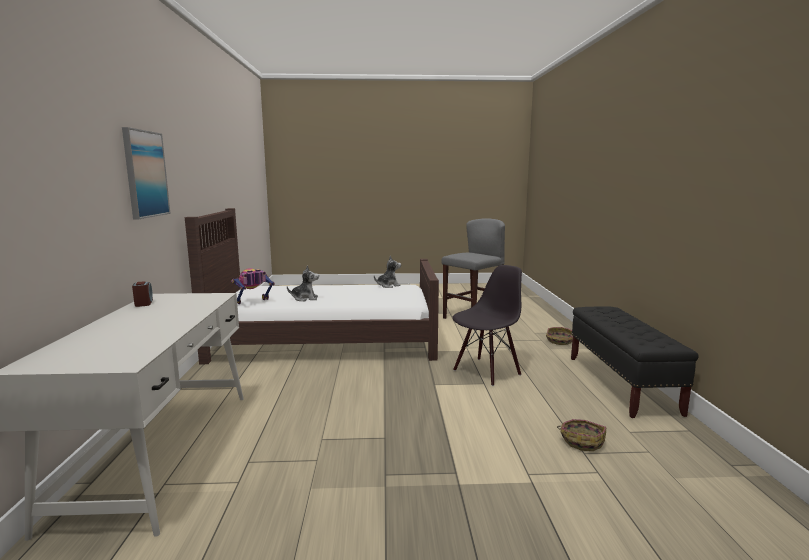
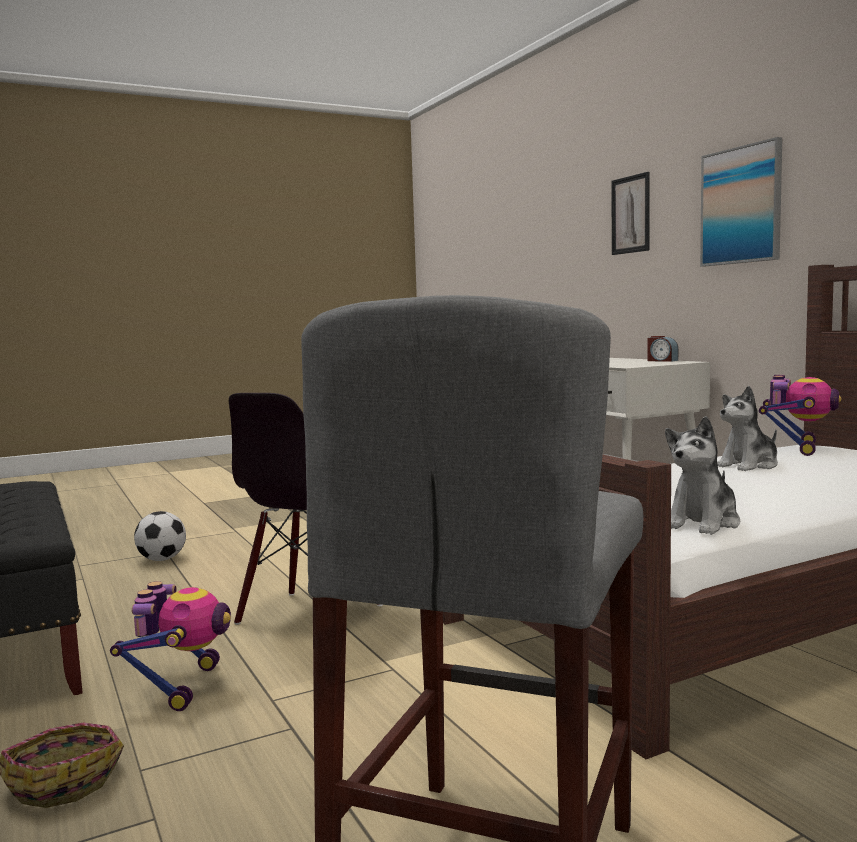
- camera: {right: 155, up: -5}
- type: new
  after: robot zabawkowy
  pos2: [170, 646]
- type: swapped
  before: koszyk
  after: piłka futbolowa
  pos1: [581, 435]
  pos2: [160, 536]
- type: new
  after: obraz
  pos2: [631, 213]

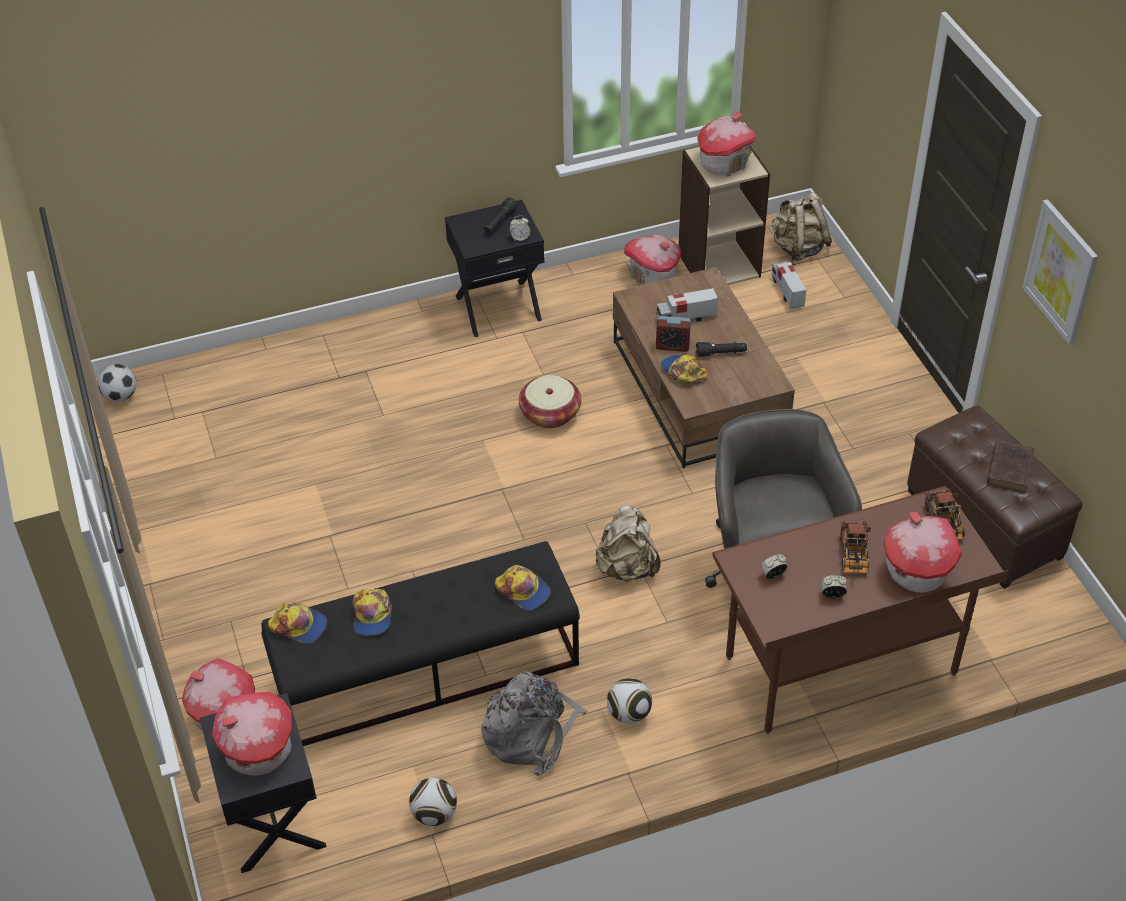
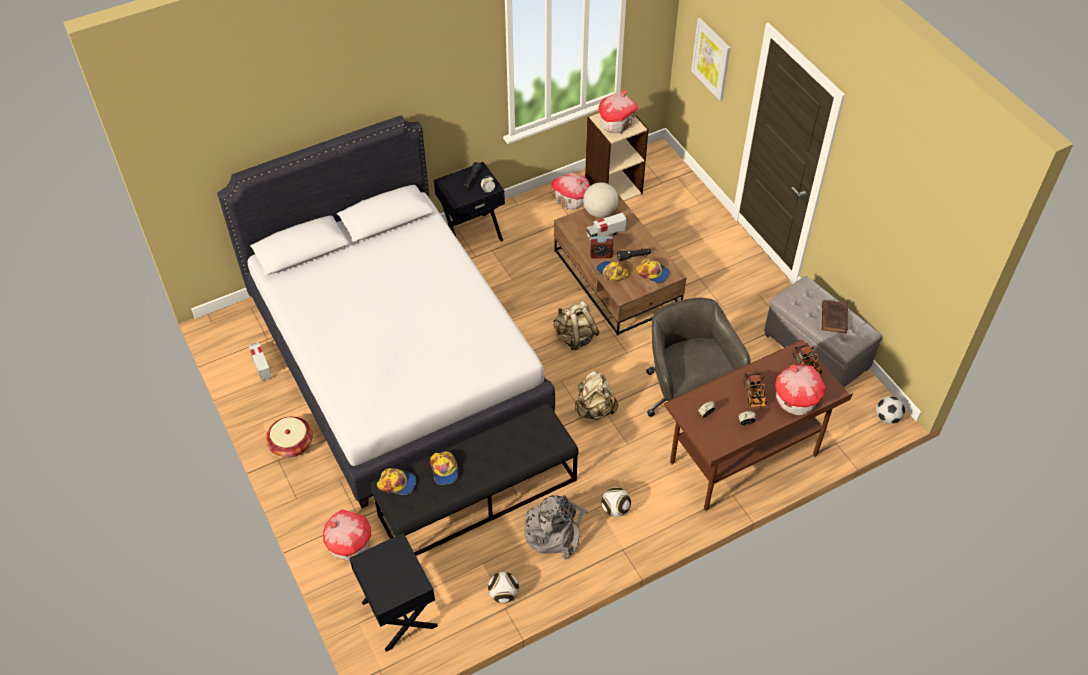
- camera: {right: -10, up: 5}
- type: new
  after: łóżko [biały]
  pos2: [386, 311]
- type: shifted
  before: ciężarówka zabawkowa
  pos1: [789, 285]
  pos2: [260, 361]
- type: shifted
  before: koszyk
  pos1: [550, 401]
  pos2: [289, 436]
- type: shifted
  before: plecak [beżowy]
  pos1: [802, 226]
  pos2: [576, 325]
- type: new
  after: globus
  pos2: [600, 200]
- type: shifted
  before: czapka z daszkiem
  pos1: [523, 588]
  pos2: [653, 271]
- type: shifted
  before: obraz
  pos1: [1060, 272]
  pos2: [710, 59]
- type: repainted
  before: pufa [brązowy]
  after: pufa [szary]
  pos1: [994, 497]
  pos2: [823, 331]
- type: shifted
  before: piłka futbolowa
  pos1: [117, 383]
  pos2: [890, 410]
- type: gone
  before: domek
  pos1: [252, 734]

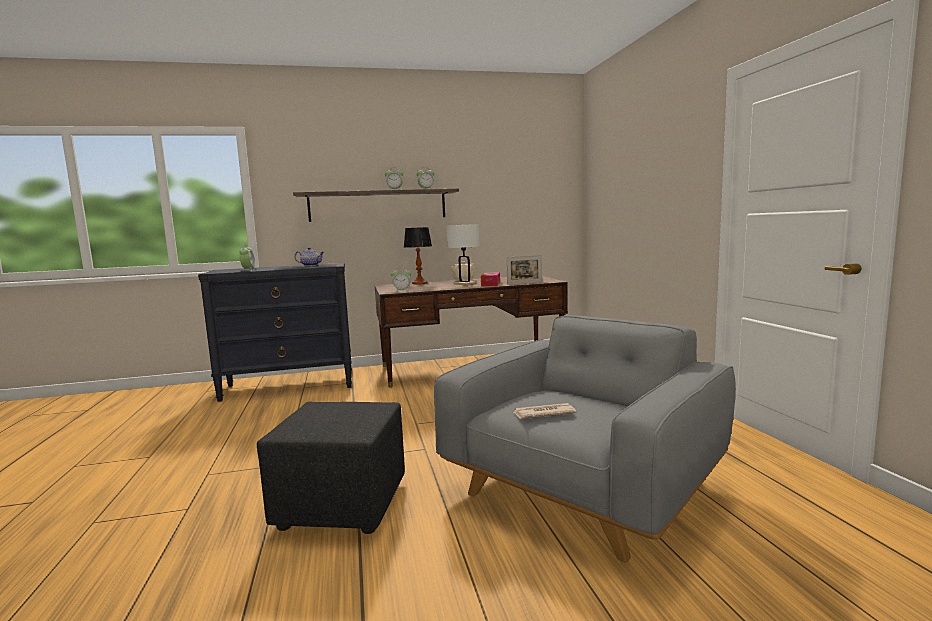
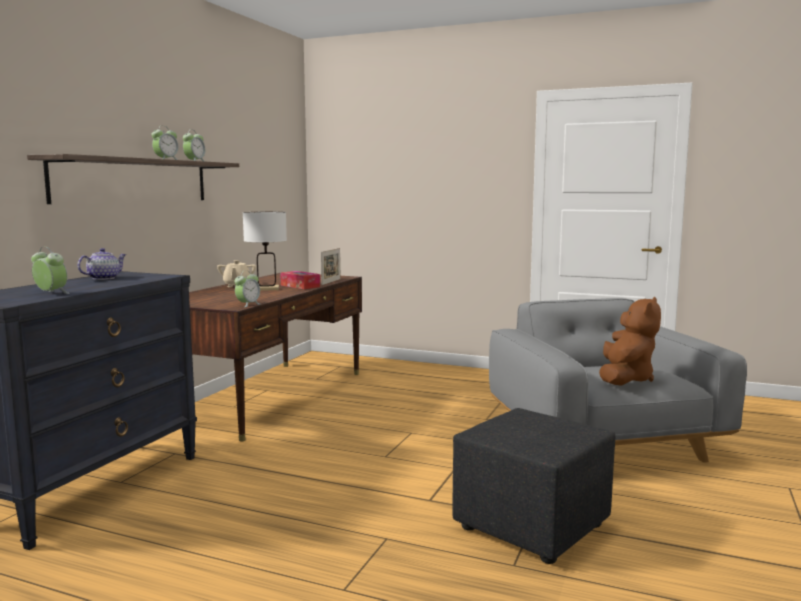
- camera: {right: -55, up: 0}
- type: swapped
  before: gazeta
  after: pluszak [brązowy]
  pos1: [544, 411]
  pos2: [630, 341]
- type: gone
  before: lampa stołowa
  pos1: [418, 255]

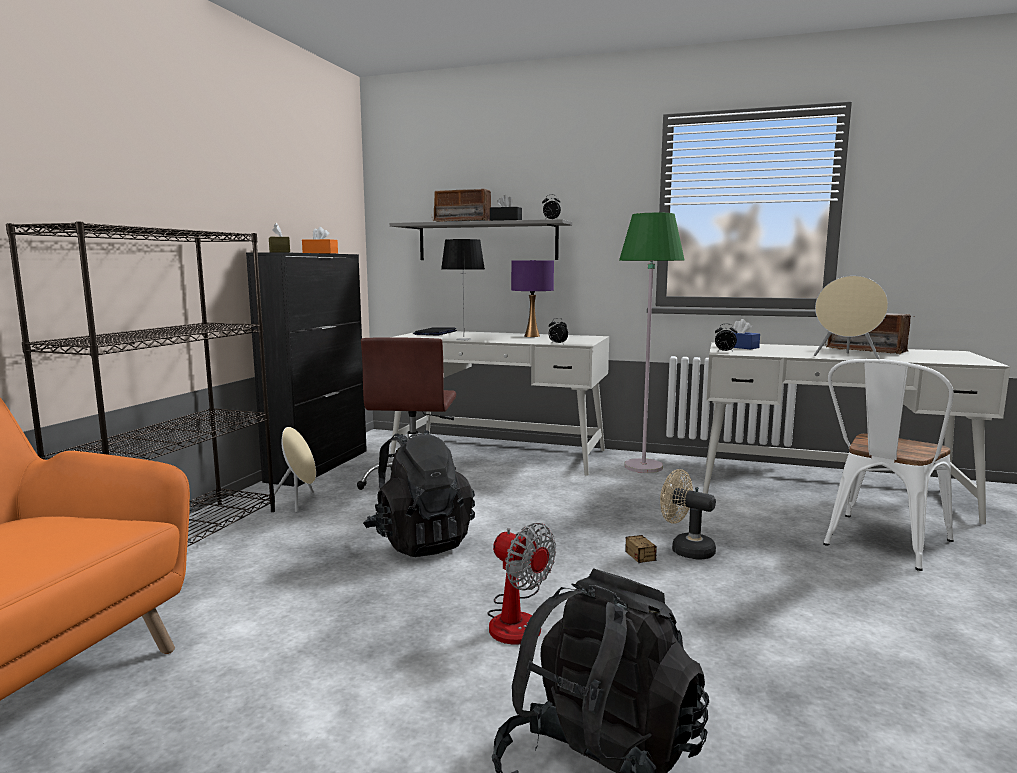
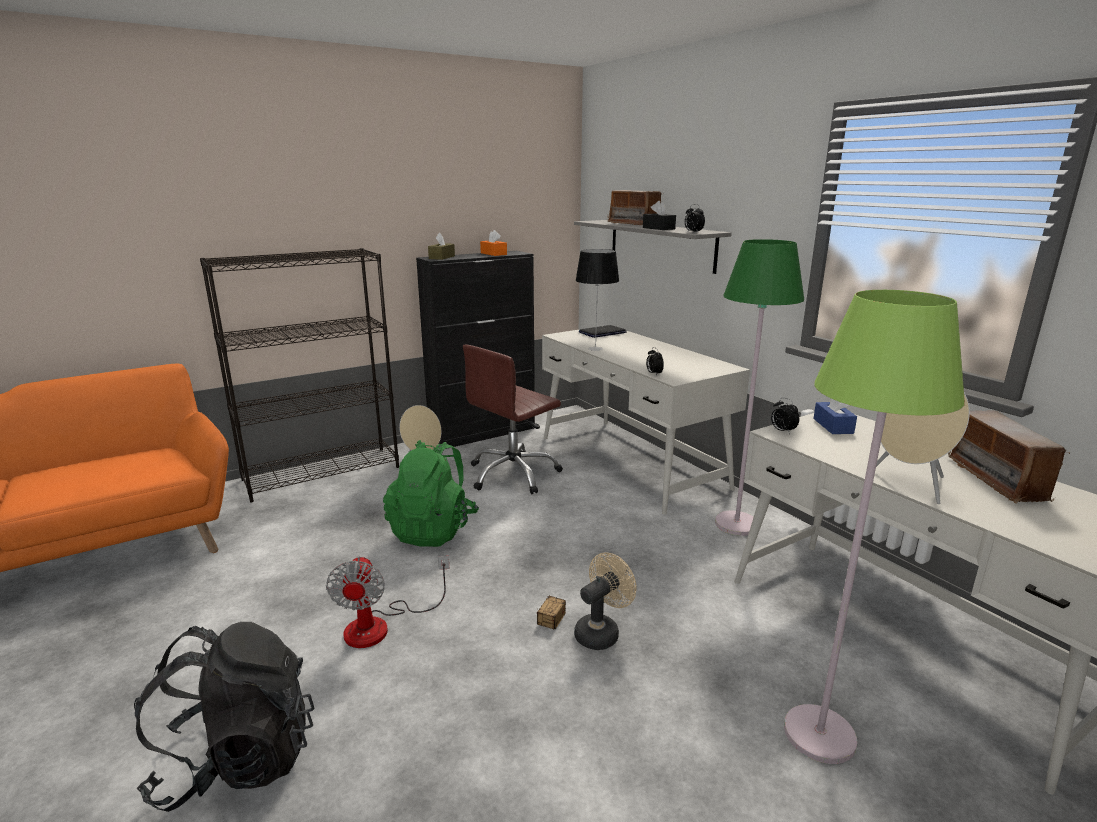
- camera: {right: 40, up: 10}
- type: repainted
  before: plecak [czarny]
  after: plecak [zielony]
  pos1: [419, 493]
  pos2: [431, 493]
- type: rotated
  before: wentylator [beżowy]
  pos1: [688, 514]
  pos2: [605, 601]
  turn: 60
- type: swapped
  before: krzesło [biały]
  after: lampa stojąca [zielony]
  pos1: [888, 465]
  pos2: [874, 527]
- type: gone
  before: lampa stołowa [fioletowy]
  pos1: [532, 298]

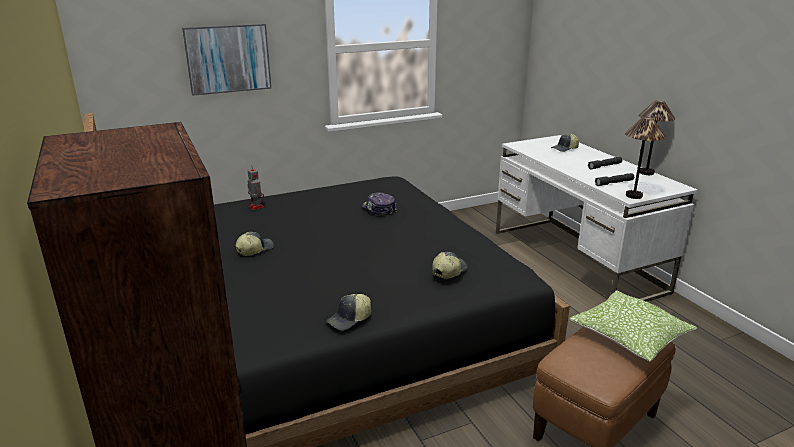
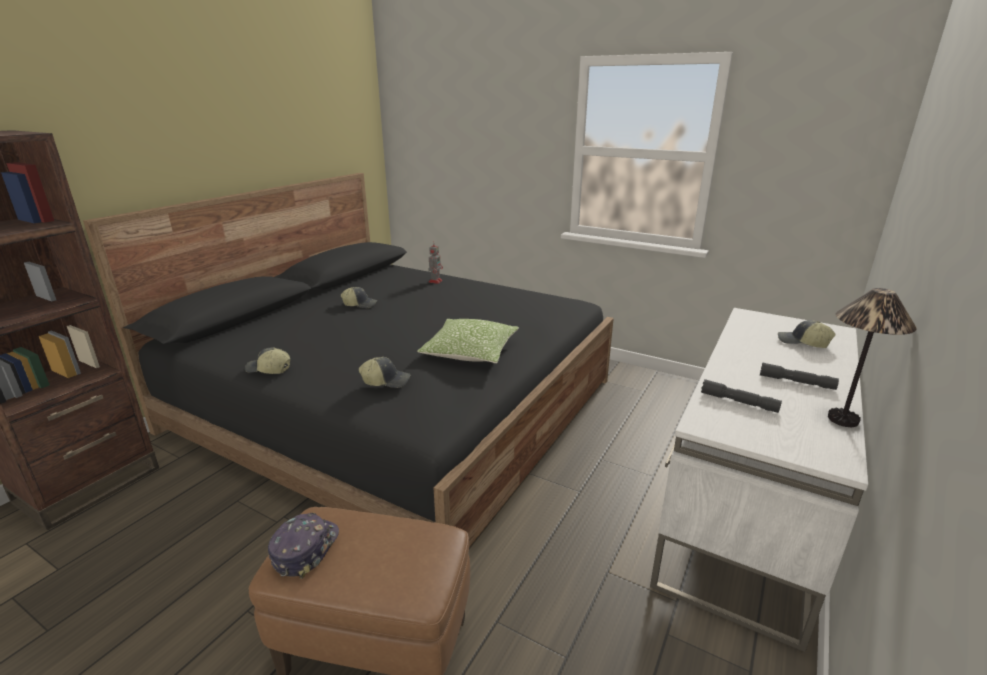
- camera: {right: 55, up: 0}
- type: shifted
  before: czapka z daszkiem
  pos1: [379, 204]
  pos2: [303, 546]
- type: shifted
  before: poduszka
  pos1: [633, 325]
  pos2: [468, 341]
- type: gone
  before: obraz
  pos1: [226, 60]
- type: gone
  before: lampa stołowa
  pos1: [645, 158]

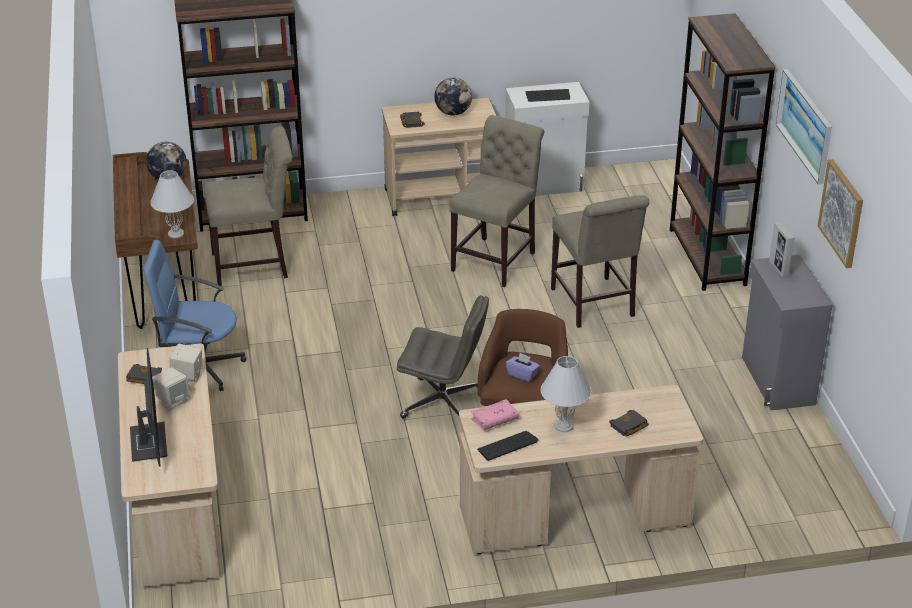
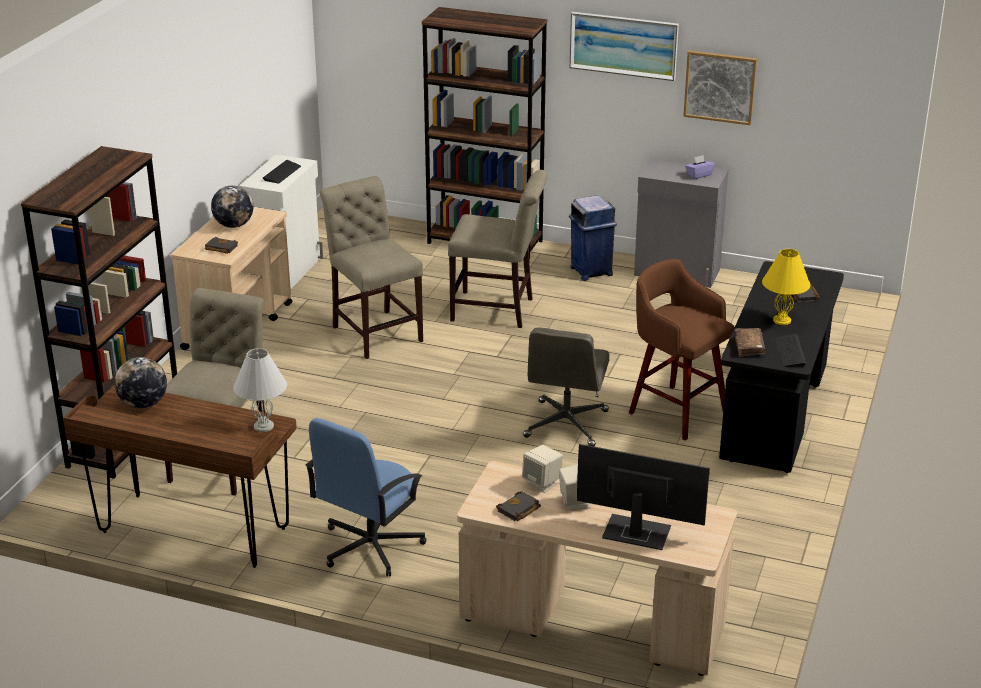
- camera: {right: -60, up: -5}
- type: rotated
  before: krzesło biurowe [szary]
  pos1: [443, 357]
  pos2: [566, 386]
  turn: 150
- type: new
  after: kosz na śmieci [niebieski]
  pos2: [593, 238]
- type: shifted
  before: pudełko chusteczek [fioletowy]
  pos1: [523, 367]
  pos2: [700, 167]
- type: repainted
  before: biurko [beżowy]
  after: biurko [czarny]
  pos1: [581, 469]
  pos2: [781, 367]
- type: repainted
  before: książka [różowy]
  after: książka [brązowy]
  pos1: [495, 414]
  pos2: [750, 342]
- type: repainted
  before: lampa stołowa [biały]
  after: lampa stołowa [żółty]
  pos1: [566, 394]
  pos2: [786, 287]
- type: gone
  before: ramka na zdjęcie
  pos1: [782, 249]

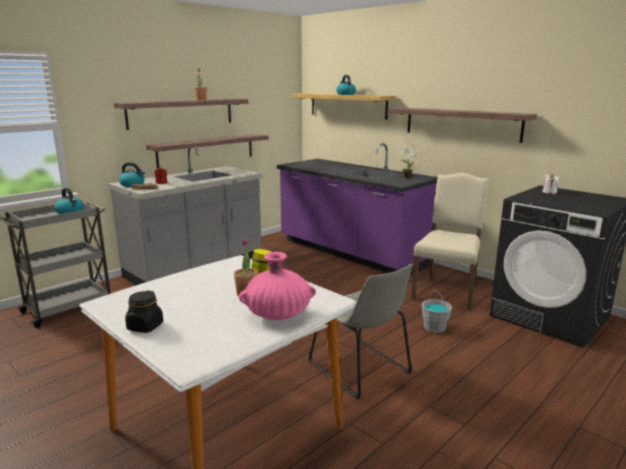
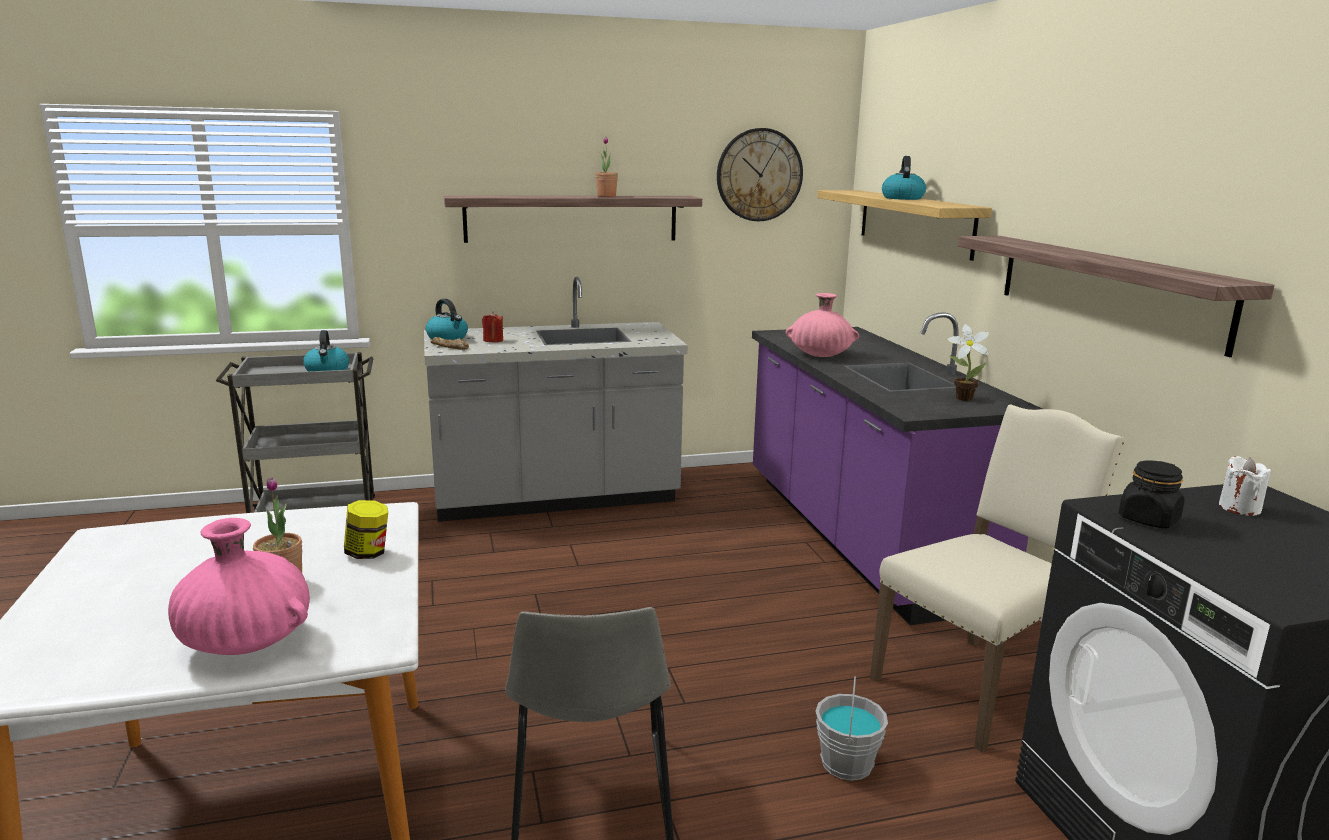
- camera: {right: 30, up: 0}
- type: new
  after: zegar ścienny
  pos2: [760, 174]
- type: new
  after: wazon [różowy]
  pos2: [822, 325]
- type: shifted
  before: słoik [czarny]
  pos1: [144, 311]
  pos2: [1152, 494]
- type: gone
  before: półka
  pos1: [207, 151]

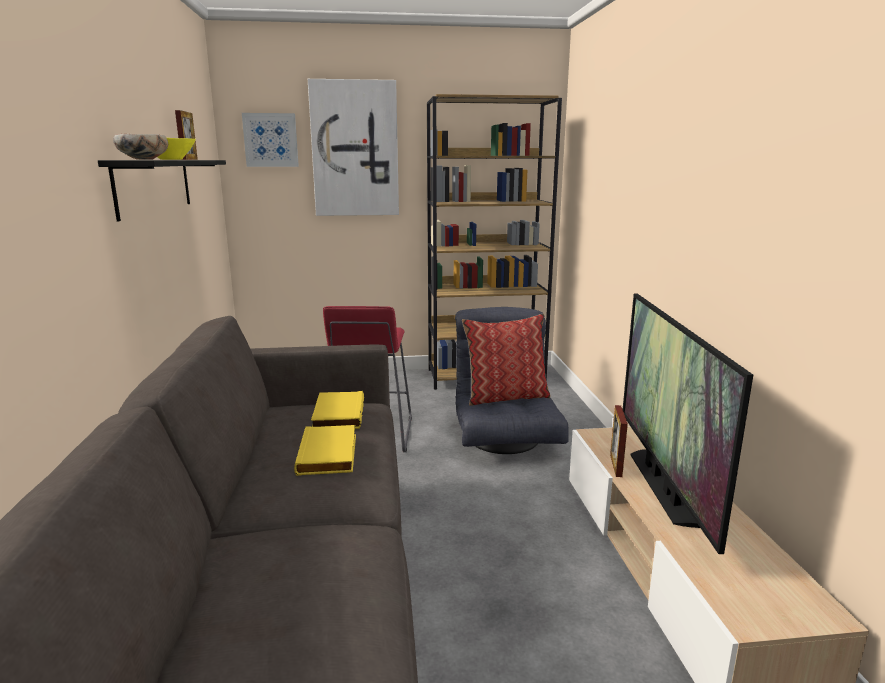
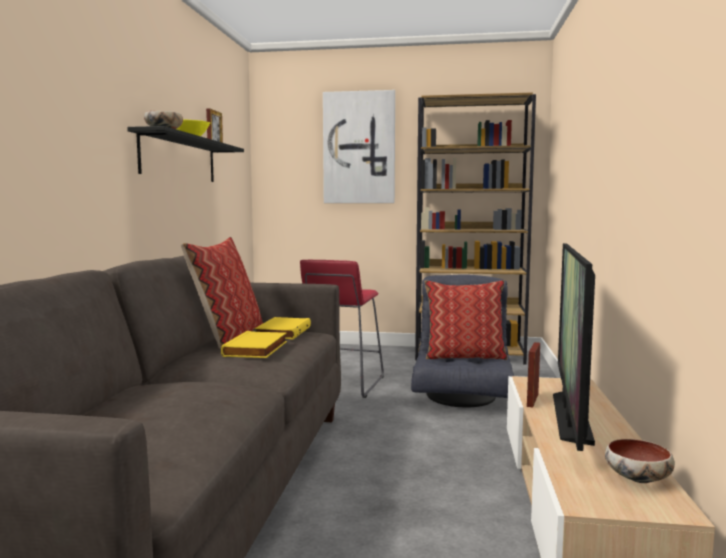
- camera: {right: 15, up: -10}
- type: new
  after: poduszka
  pos2: [222, 293]
- type: new
  after: miska
  pos2: [640, 461]
- type: gone
  before: obraz
  pos1: [270, 140]

